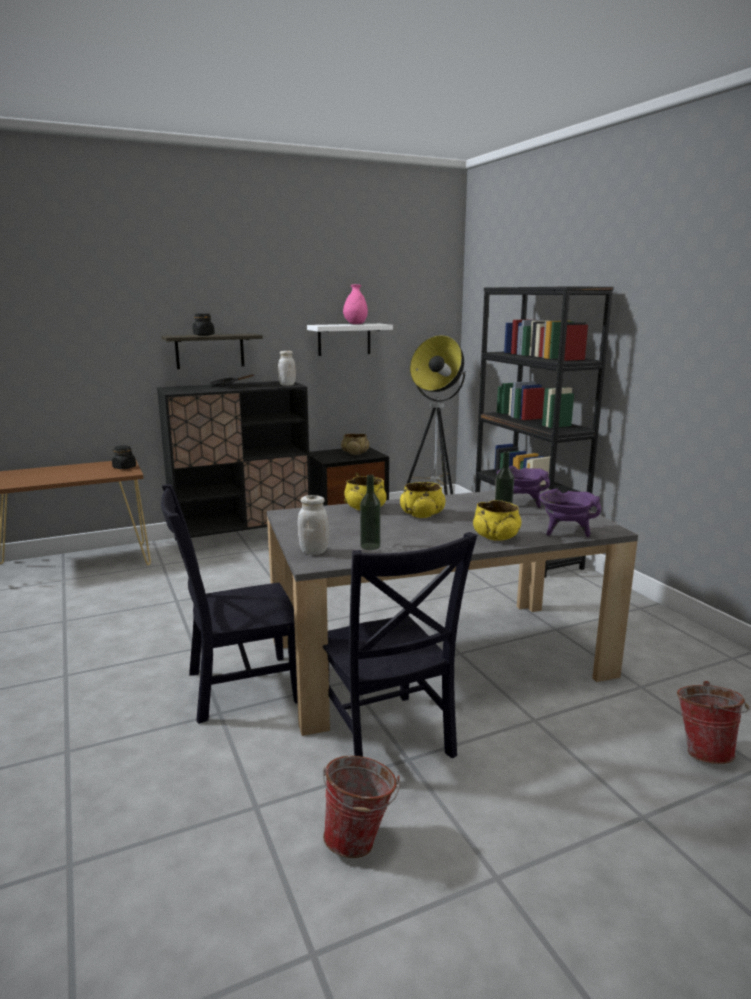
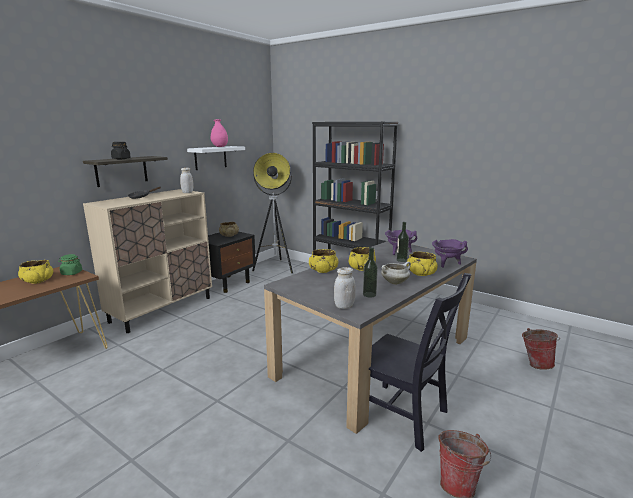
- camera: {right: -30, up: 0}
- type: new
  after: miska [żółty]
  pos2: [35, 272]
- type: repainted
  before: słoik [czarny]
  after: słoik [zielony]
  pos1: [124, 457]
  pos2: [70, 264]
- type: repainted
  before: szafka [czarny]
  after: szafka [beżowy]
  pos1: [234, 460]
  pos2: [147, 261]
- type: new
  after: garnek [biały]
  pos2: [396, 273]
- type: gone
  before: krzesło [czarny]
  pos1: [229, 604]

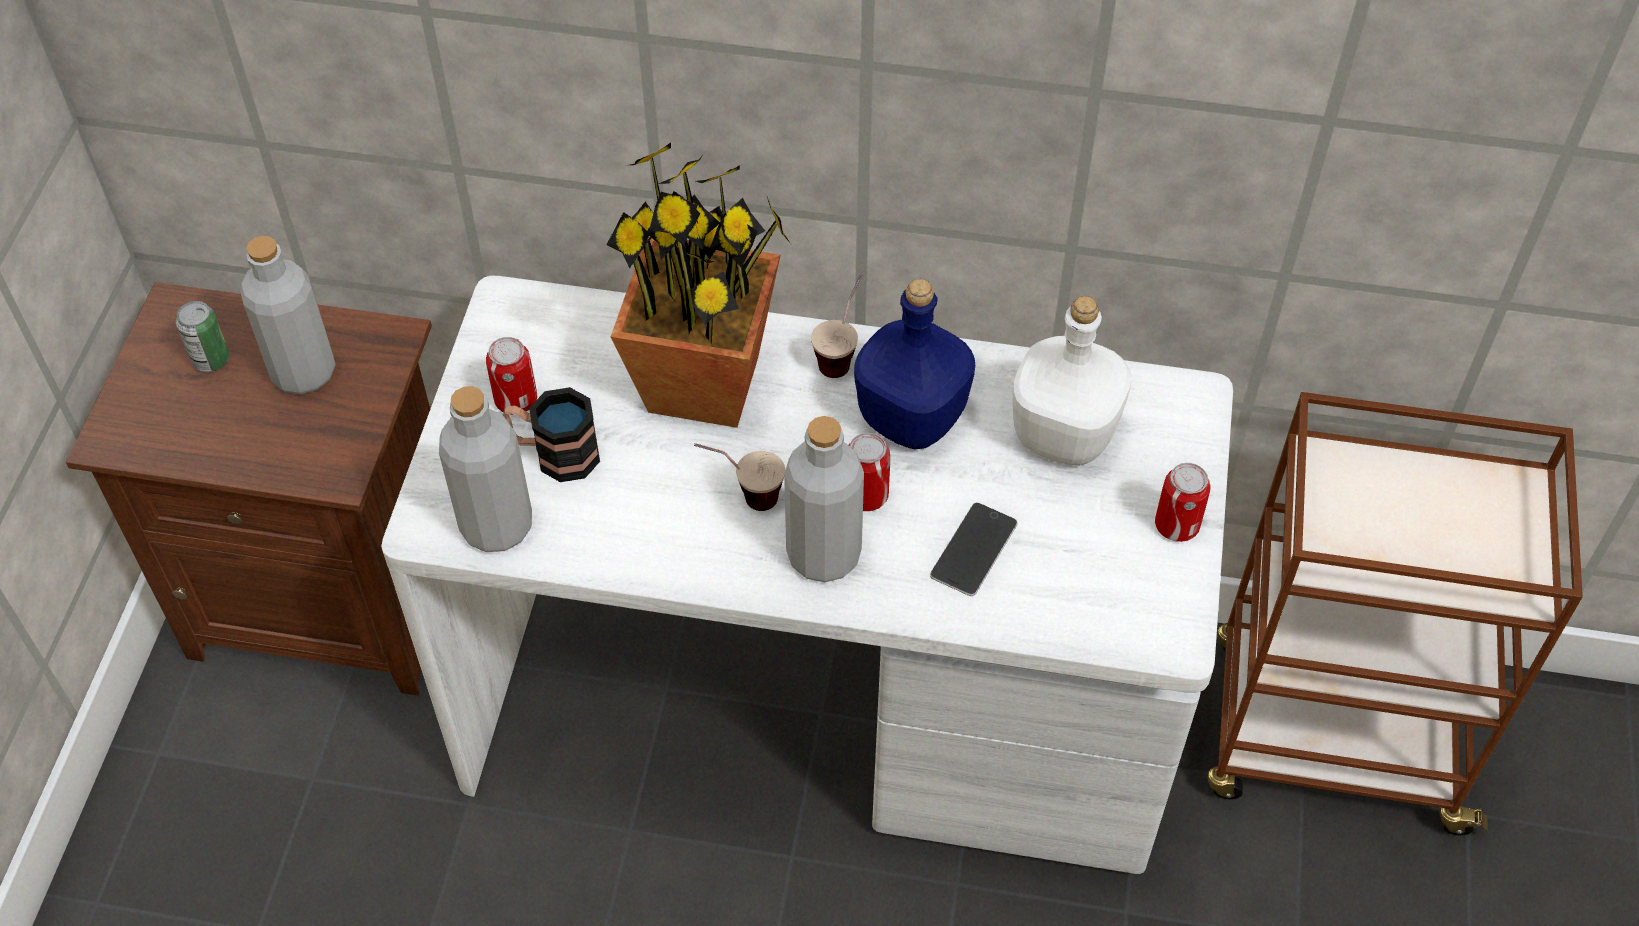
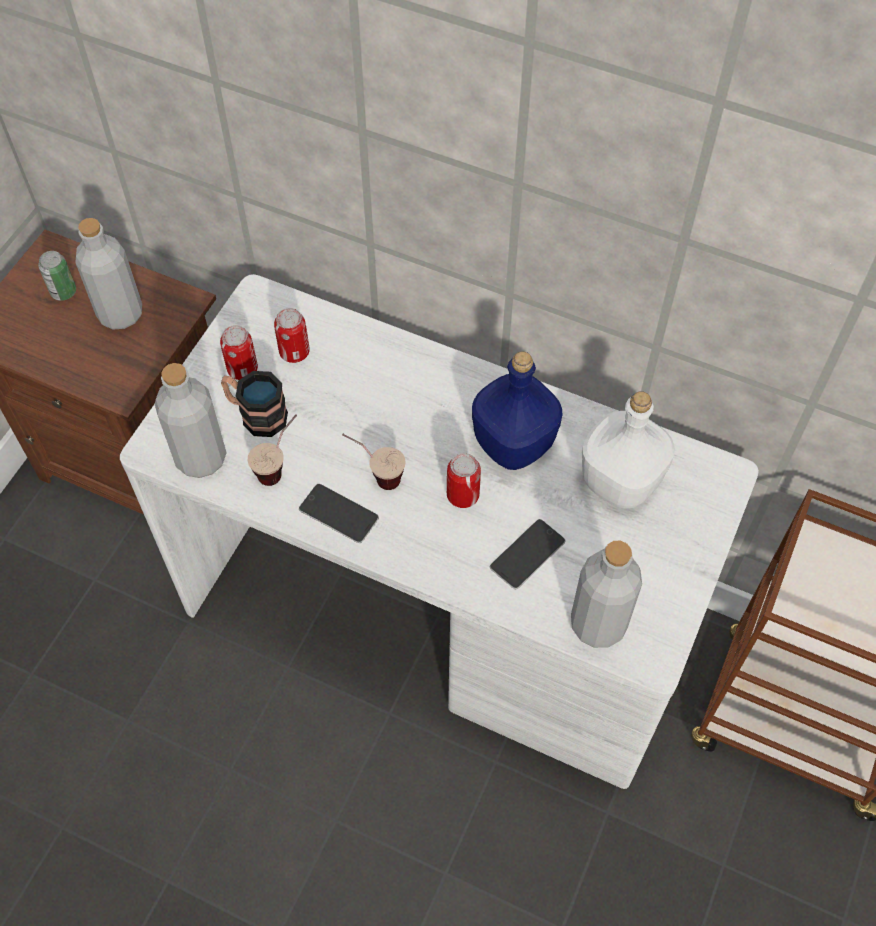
- camera: {right: 15, up: 5}
- type: shifted
  before: filiżanka
  pos1: [837, 326]
  pos2: [272, 450]
- type: shifted
  before: puszka
  pos1: [1183, 502]
  pos2: [292, 335]
- type: new
  after: telefon
  pos2: [339, 513]
- type: shifted
  before: butelka [szary]
  pos1: [824, 499]
  pos2: [606, 594]
- type: gone
  before: roślina doniczkowa
  pos1: [698, 285]

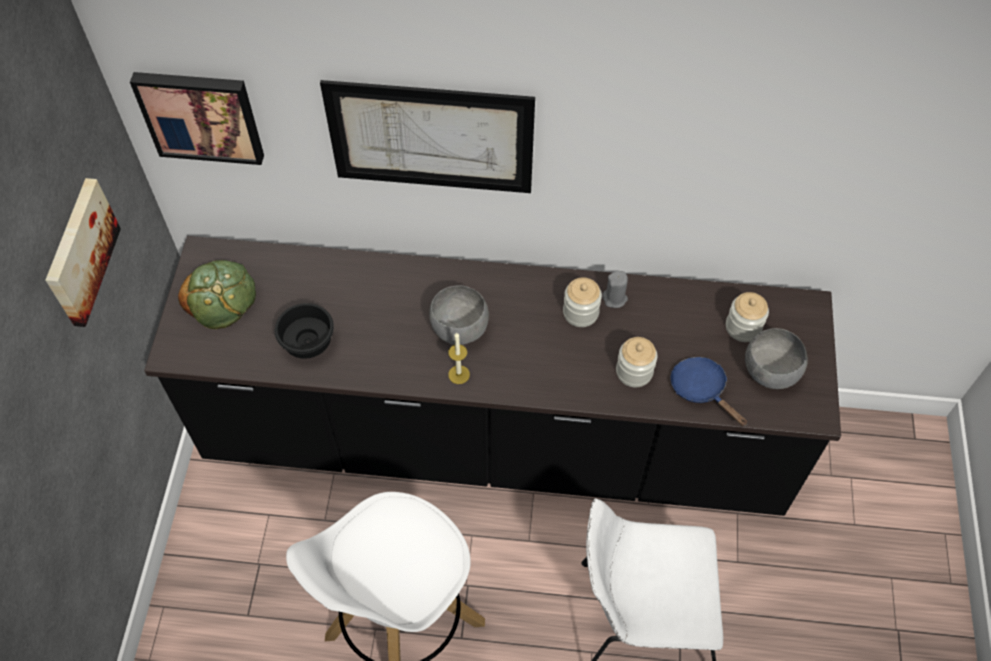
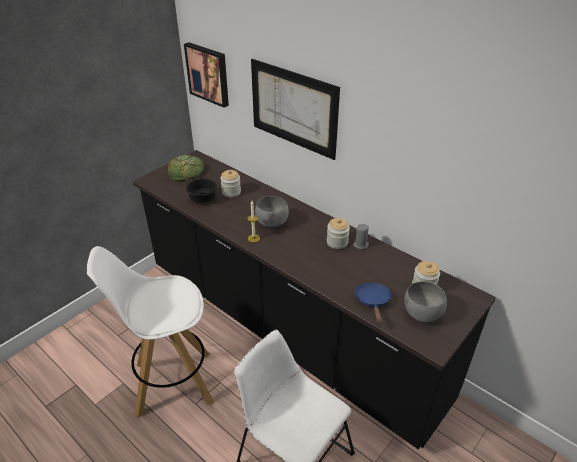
- camera: {right: 35, up: -20}
- type: shifted
  before: słoik
  pos1: [636, 362]
  pos2: [230, 183]
- type: gone
  before: obraz
  pos1: [83, 252]

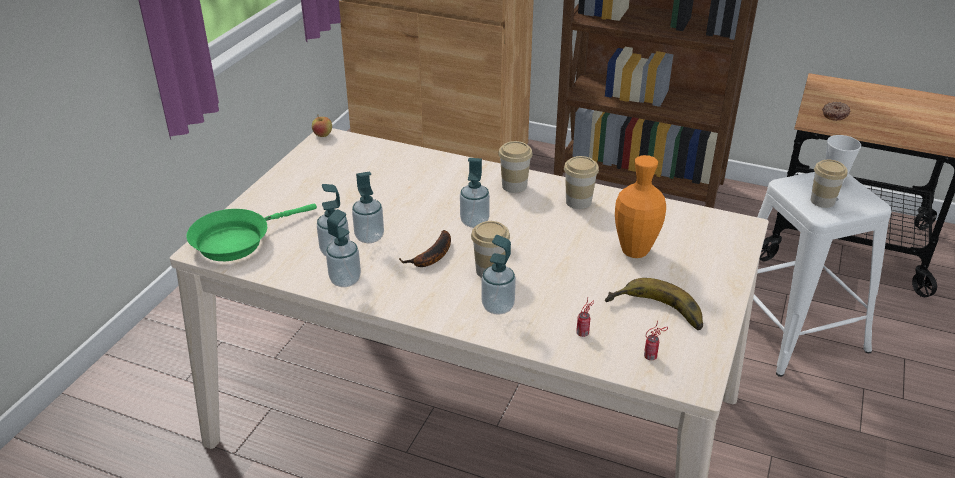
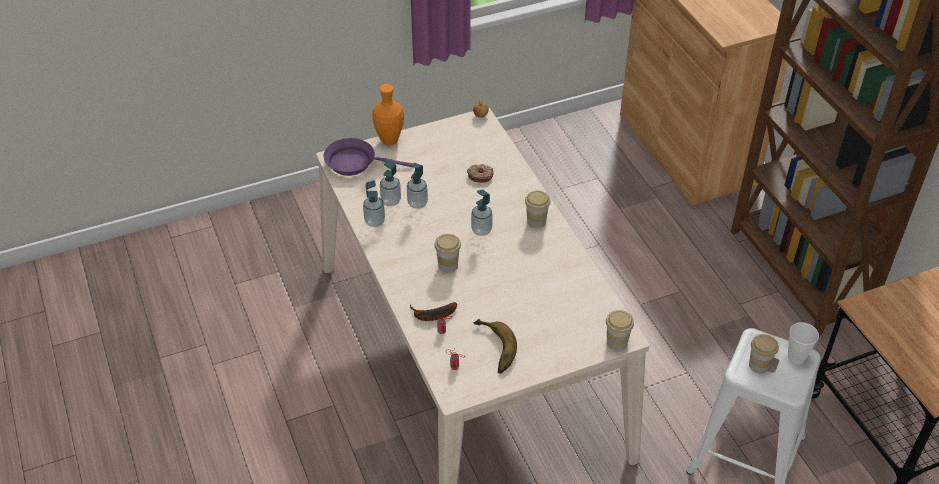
- camera: {right: 45, up: 10}
- type: repainted
  before: patelnia [zielony]
  after: patelnia [fioletowy]
  pos1: [252, 232]
  pos2: [368, 157]
- type: shifted
  before: wazon [pomarańczowy]
  pos1: [640, 206]
  pos2: [388, 115]
- type: shifted
  before: banan
  pos1: [425, 248]
  pos2: [433, 311]
- type: shifted
  before: donut
  pos1: [836, 111]
  pos2: [480, 173]
- type: shifted
  before: filiżanka
  pos1: [581, 182]
  pos2: [620, 330]
- type: gone
  before: dozownik mydła
  pos1: [499, 275]

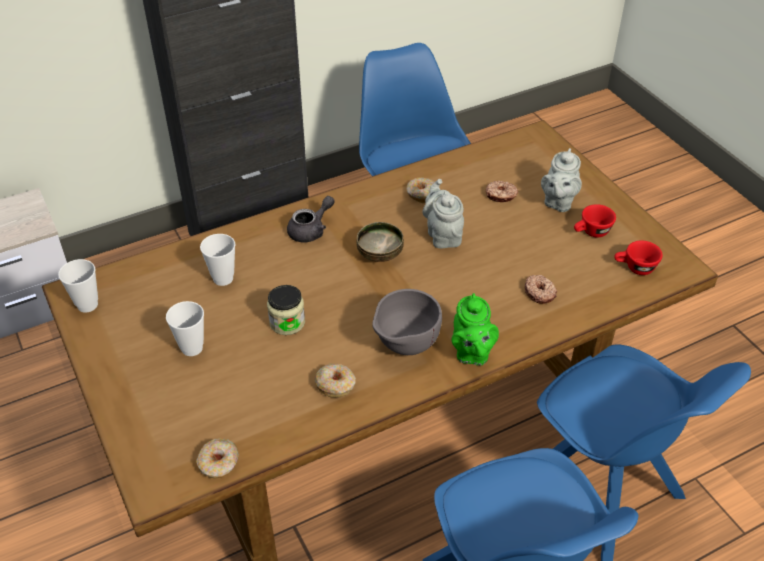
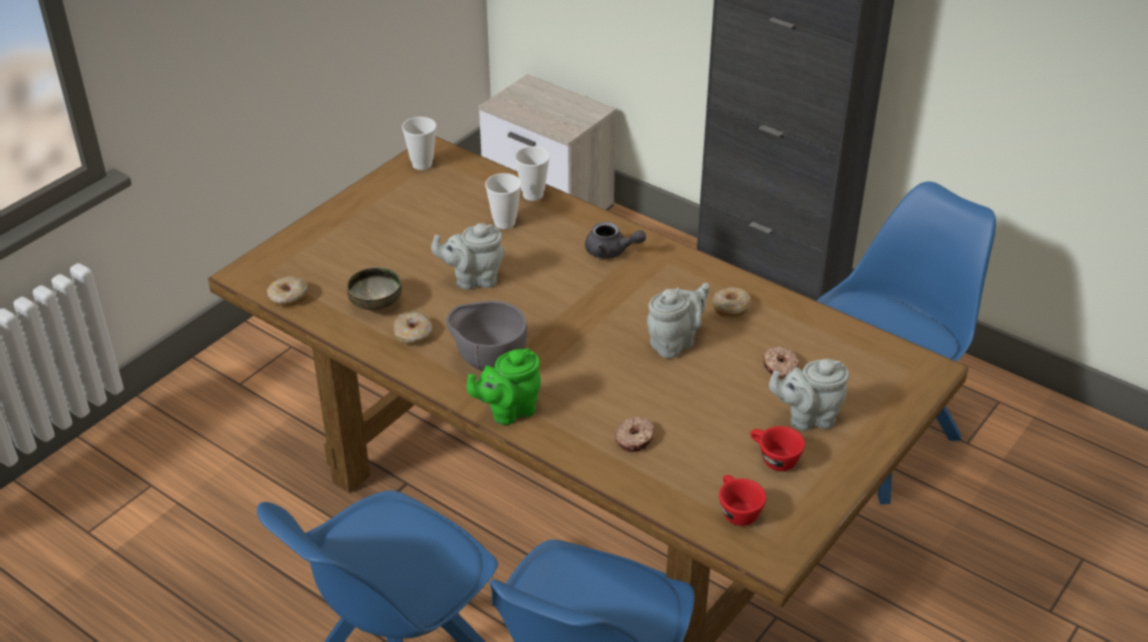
- camera: {right: 65, up: -5}
- type: shifted
  before: miska
  pos1: [380, 242]
  pos2: [374, 288]
- type: swapped
  before: słoik
  after: imbryk [szary]
  pos1: [286, 310]
  pos2: [468, 256]
- type: shifted
  before: filiżanka
  pos1: [185, 328]
  pos2: [532, 173]

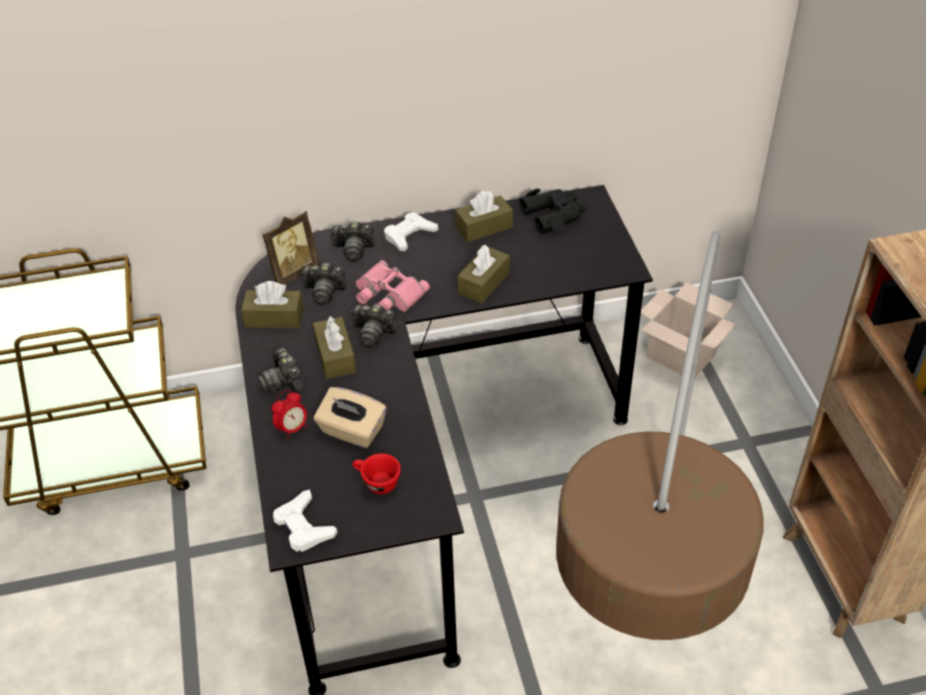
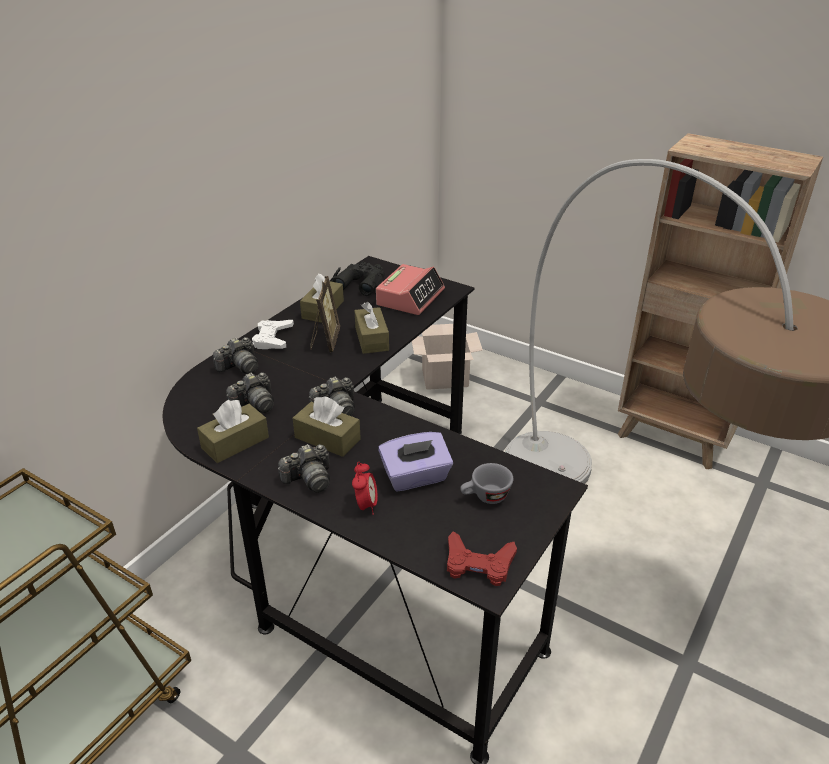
- camera: {right: -45, up: -10}
- type: rotated
  before: aparat fotograficzny
  pos1: [281, 370]
  pos2: [304, 468]
  turn: -45
- type: shifted
  before: ramka na zdjęcie
  pos1: [291, 248]
  pos2: [325, 314]
- type: new
  after: budzik
  pos2: [410, 289]
- type: repainted
  before: pudełko chusteczek [beżowy]
  after: pudełko chusteczek [fioletowy]
  pos1: [350, 417]
  pos2: [415, 462]
- type: repainted
  before: pad do gier [biały]
  after: pad do gier [czerwony]
  pos1: [305, 521]
  pos2: [482, 558]
- type: repainted
  before: filiżanka [czerwony]
  after: filiżanka [szary]
  pos1: [376, 473]
  pos2: [486, 483]
- type: gone
  before: lornetka [różowy]
  pos1: [393, 286]

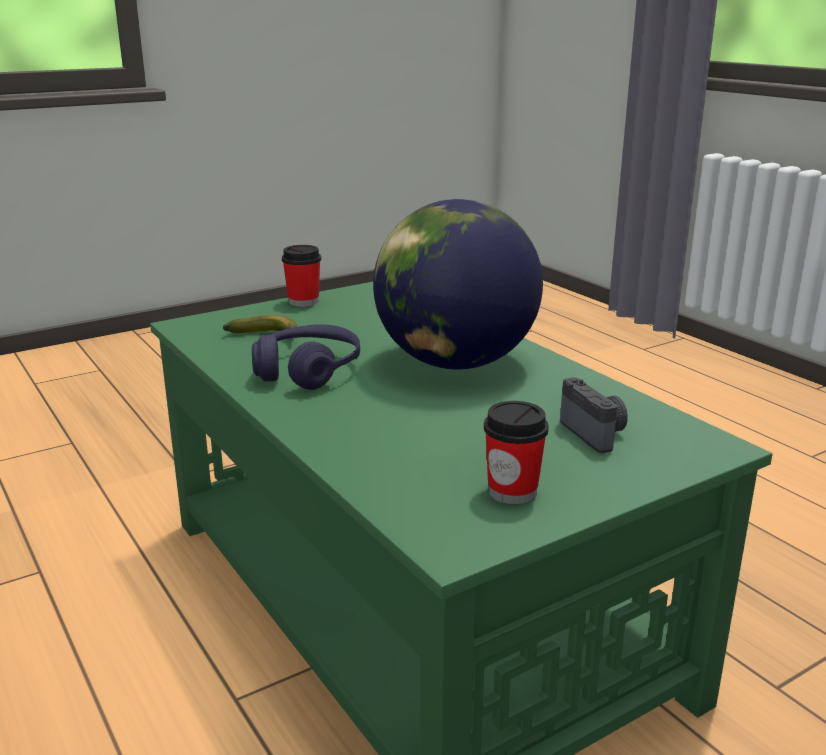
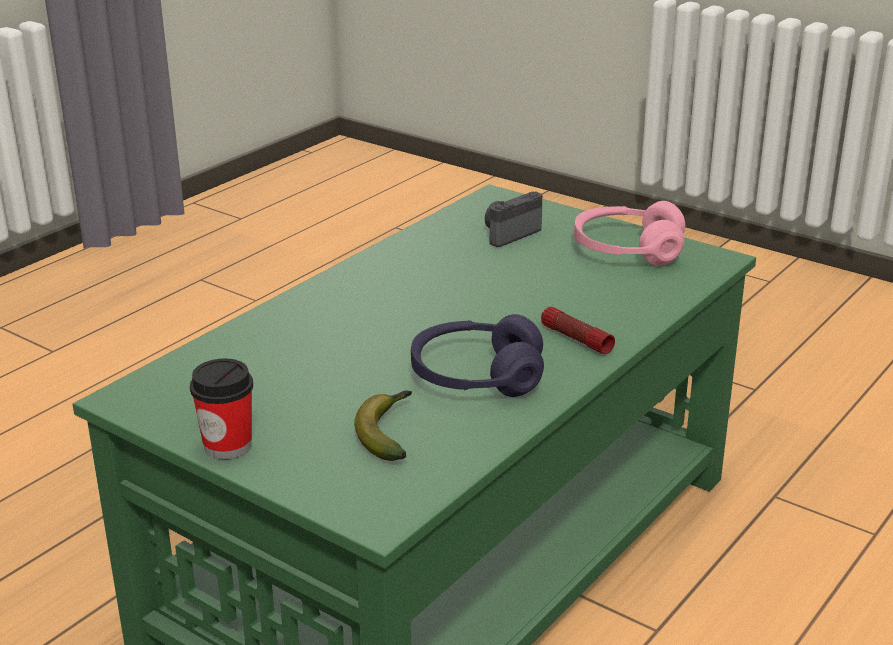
- camera: {right: -110, up: 5}
- type: new
  after: latarka
  pos2: [578, 330]
- type: swapped
  before: filiżanka
  after: słuchawki [różowy]
  pos1: [516, 453]
  pos2: [629, 233]
- type: gone
  before: globus
  pos1: [458, 284]

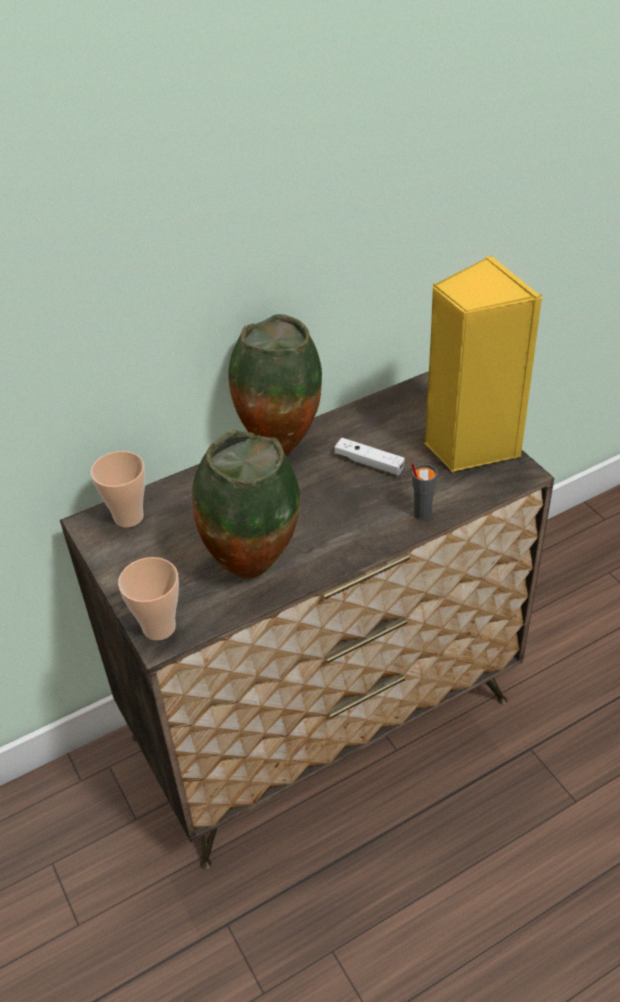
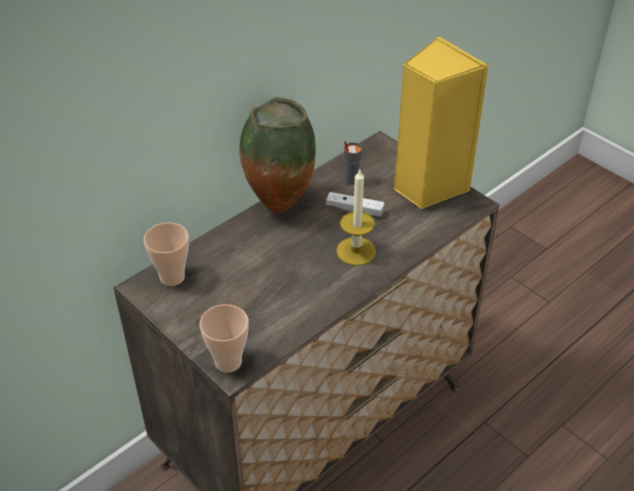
- camera: {right: -15, up: 0}
- type: new
  after: świeca
  pos2: [356, 217]
- type: shifted
  before: filiżanka [szary]
  pos1: [424, 491]
  pos2: [353, 163]
- type: gone
  before: wazon
  pos1: [246, 504]

